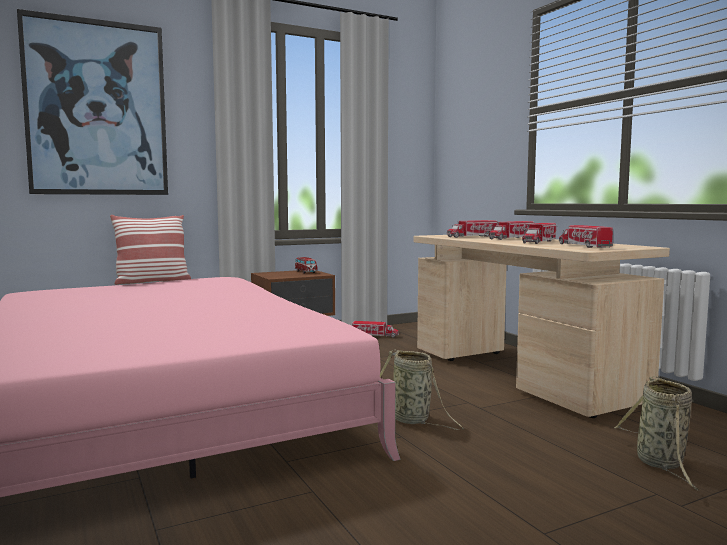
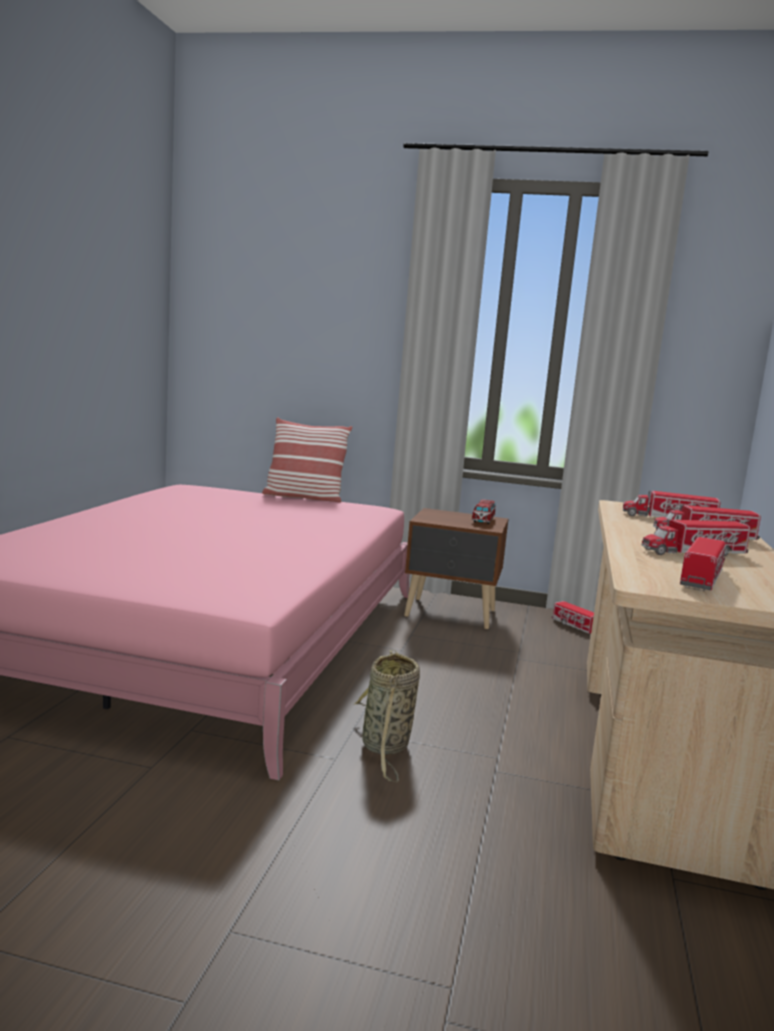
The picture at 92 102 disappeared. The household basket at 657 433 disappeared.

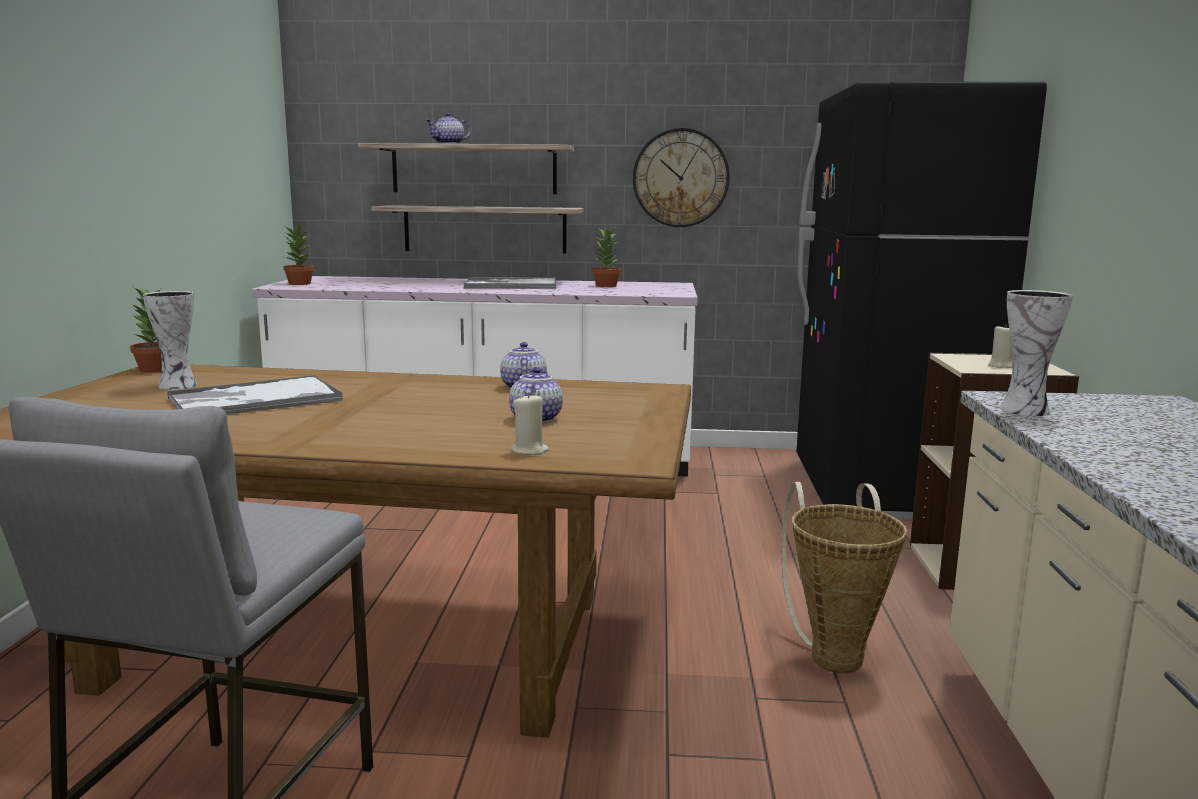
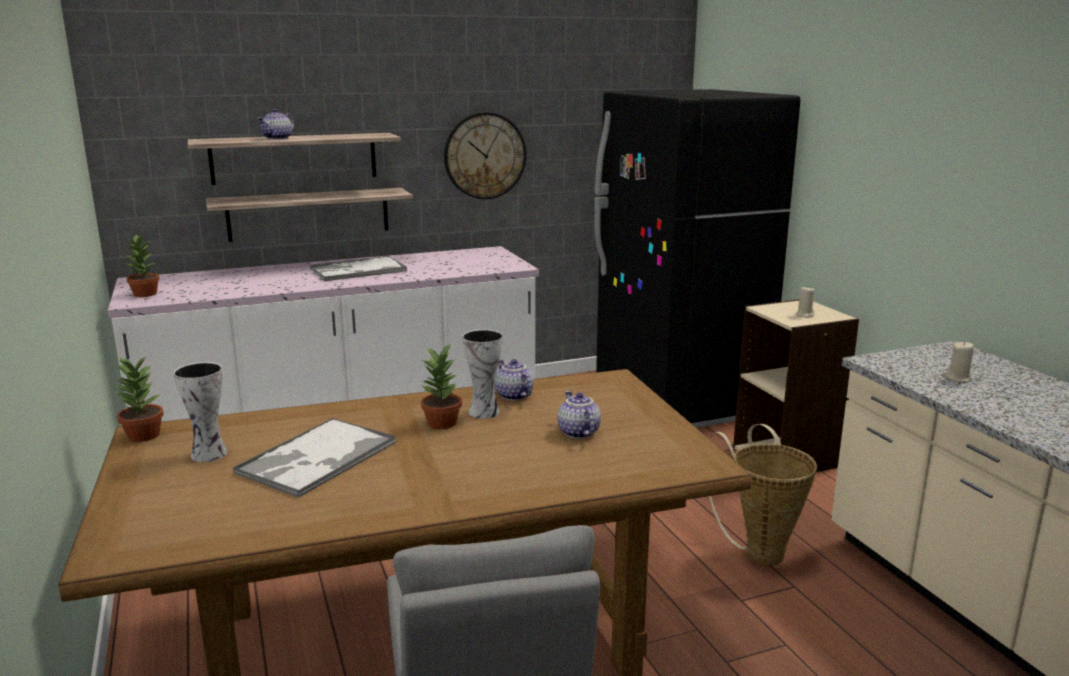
The potted plant moved from 606 257 to 441 386. The decorative vase moved from 1036 353 to 482 374. The candle in beige moved from 530 424 to 959 361.

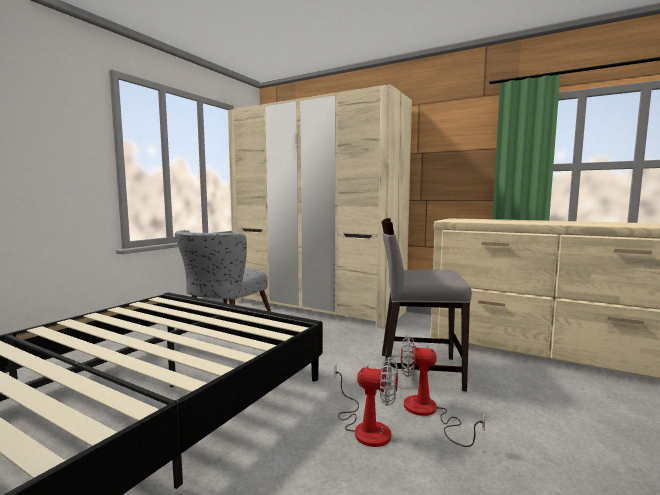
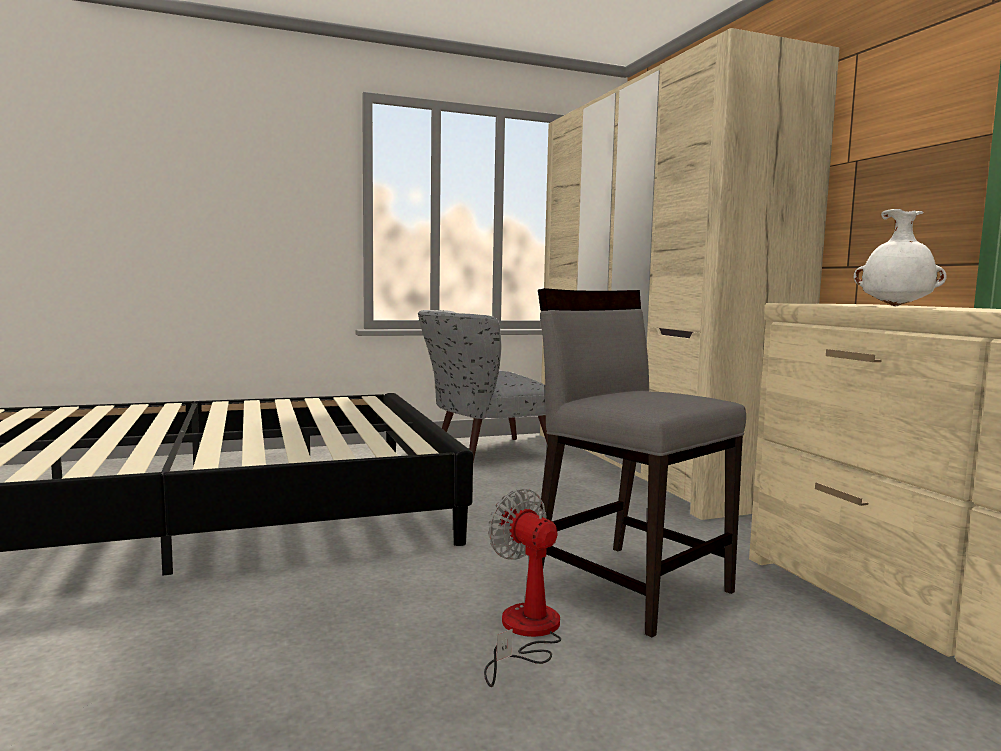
The decorative vase in white at 900 257 appeared. The fan at 366 402 disappeared.

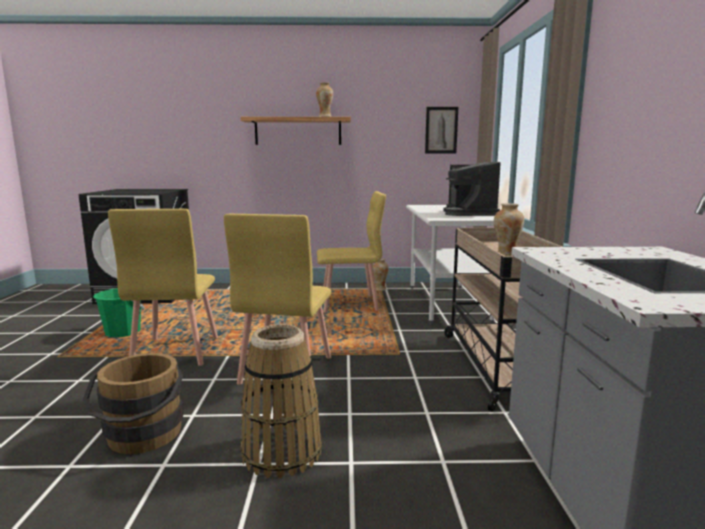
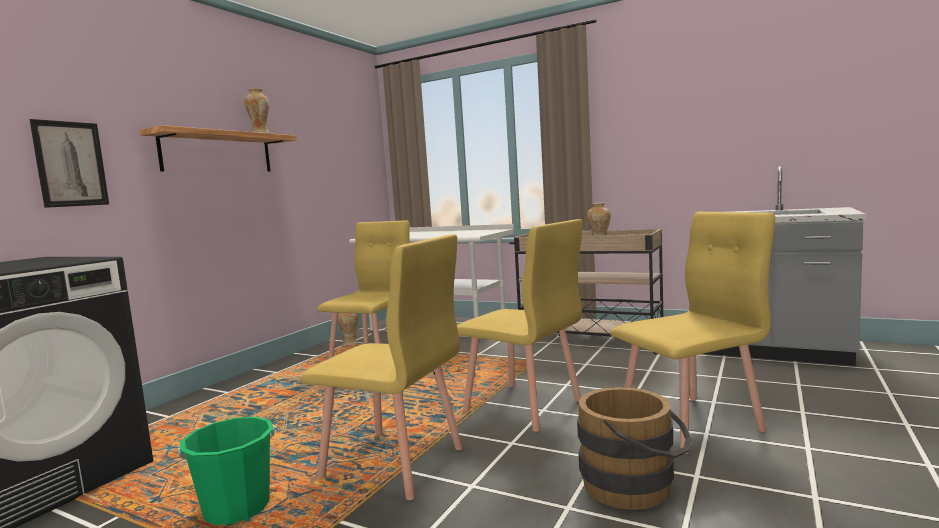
The picture moved from 441 130 to 69 163. The household basket at 281 401 was replaced by the upright chair in yellow at 692 333. The coffee maker at 472 189 disappeared.

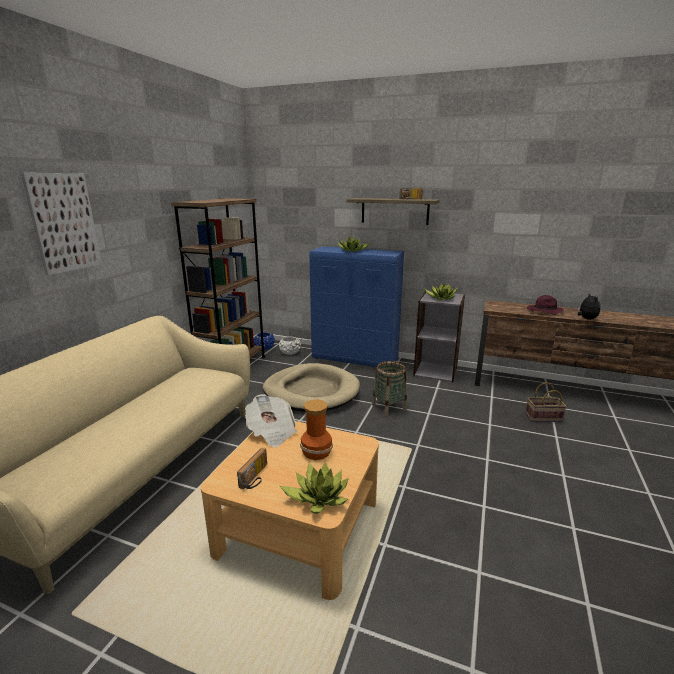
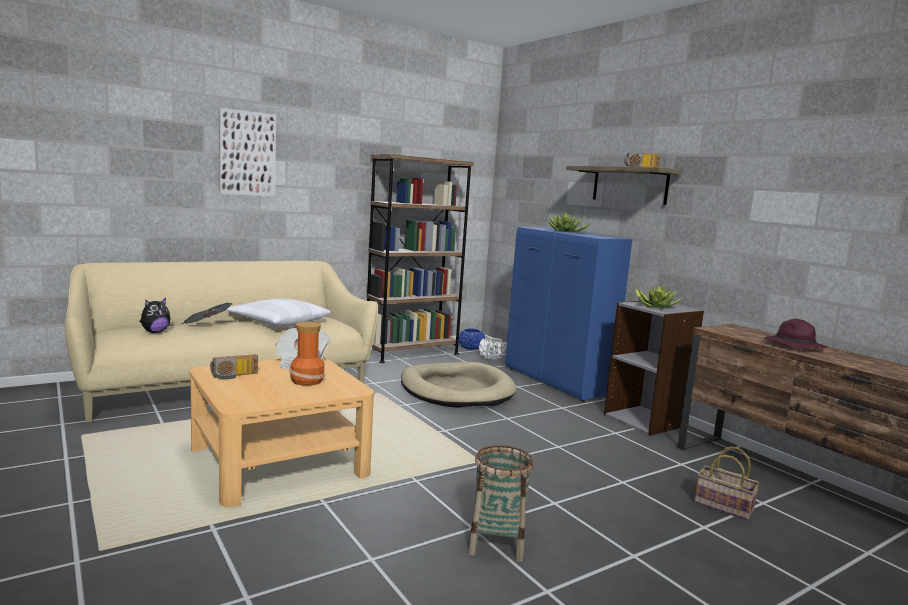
The soft toy moved from 588 306 to 155 315. The newspaper at 206 313 appeared. The cushion in white at 279 313 appeared. The household basket moved from 389 388 to 501 503. The potted plant at 314 488 disappeared.

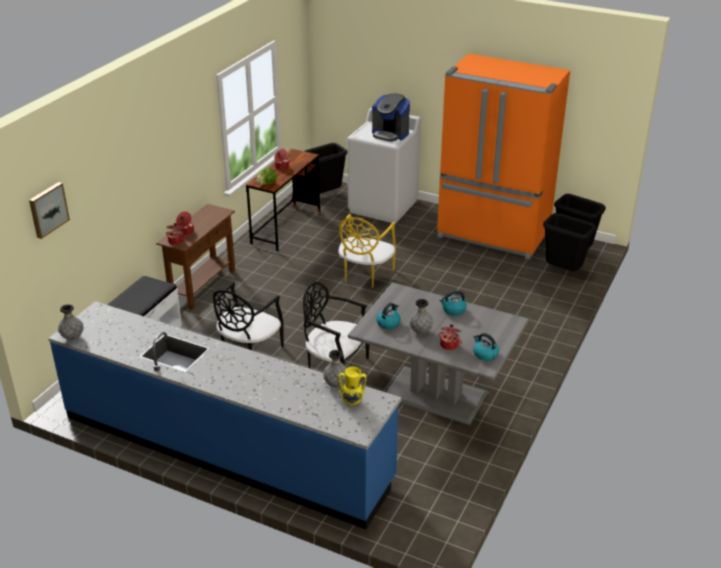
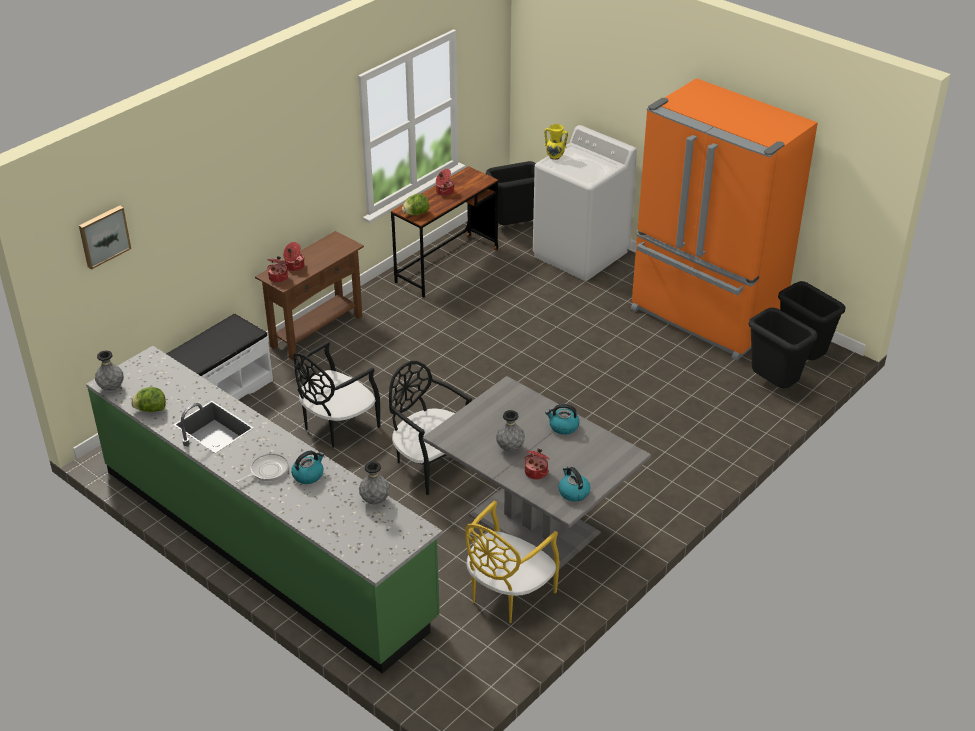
The kitchen counter in blue at 224 415 became the kitchen counter in greenish at 264 510. The lettuce head at 148 399 appeared. The skillet at 262 468 appeared. The tea kettle moved from 388 316 to 307 467. The upright chair in yellow moved from 367 251 to 512 561. The decorative vase in yellow moved from 352 386 to 556 142. The coffee maker at 391 118 disappeared.

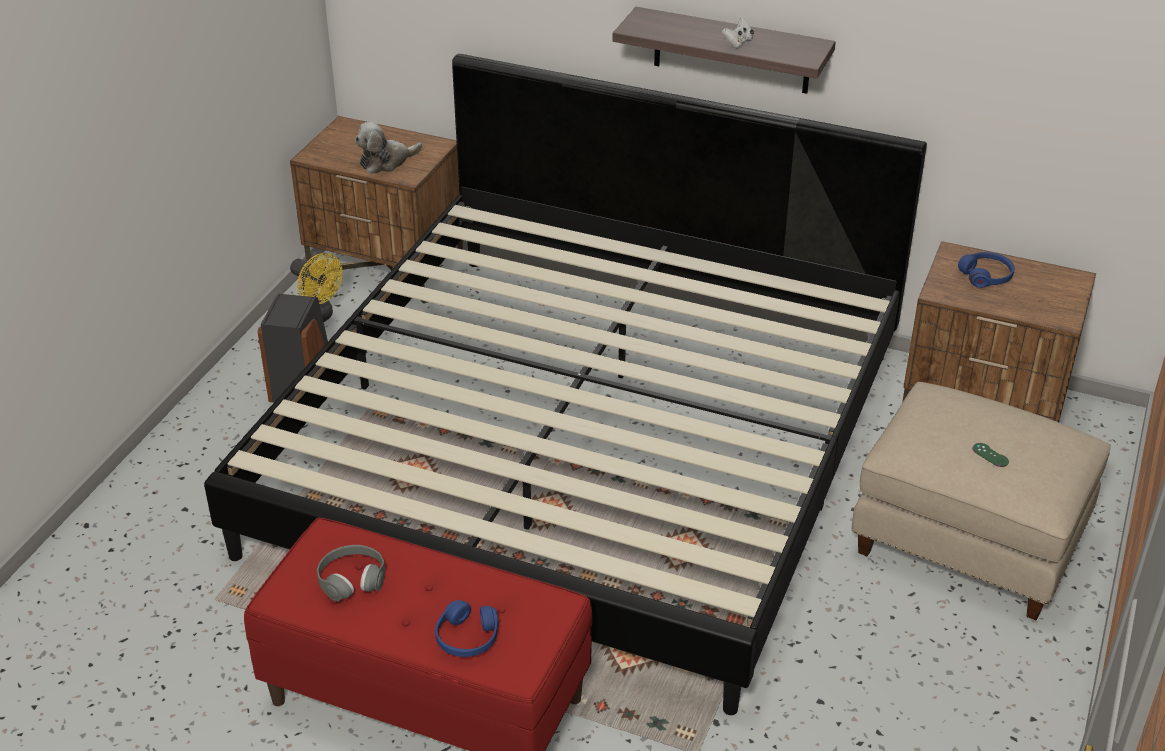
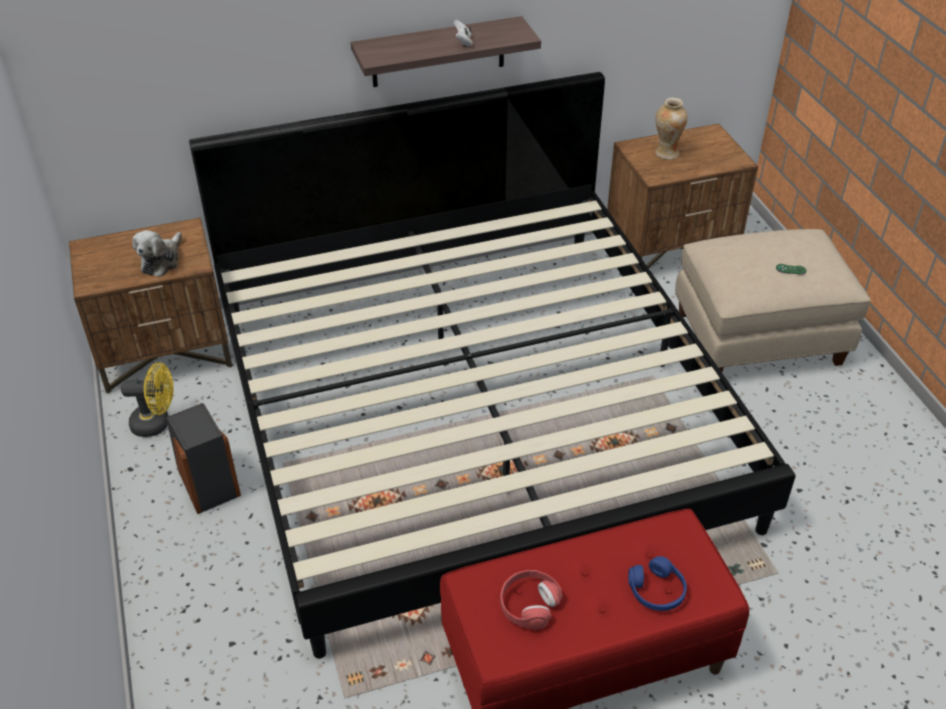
The headphones in greyish at 351 573 became the headphones in red at 531 600. The headphones in blue at 986 270 was replaced by the decorative vase at 671 128.

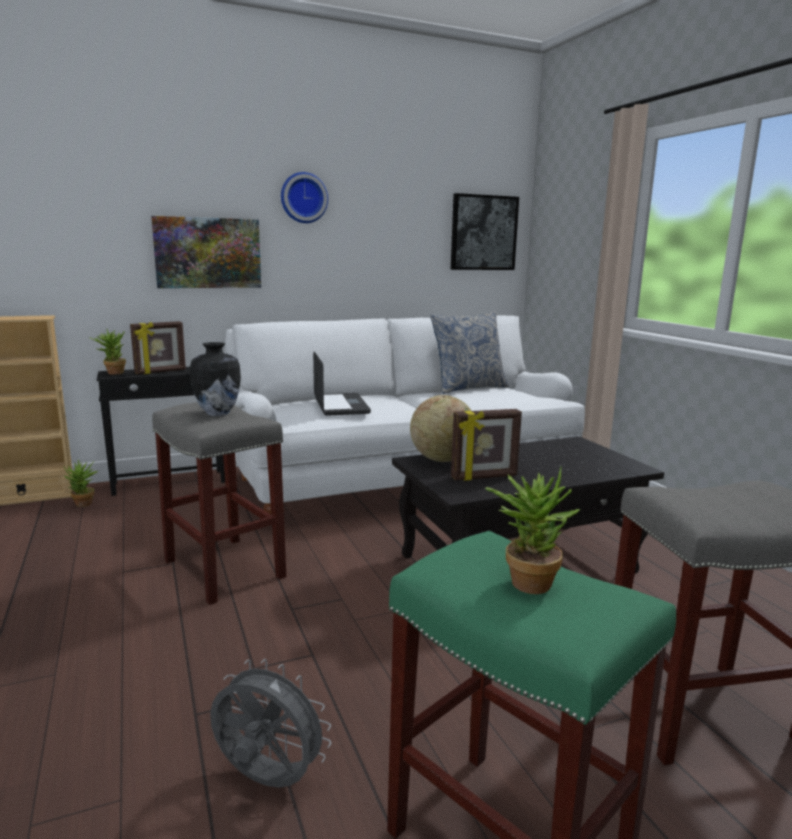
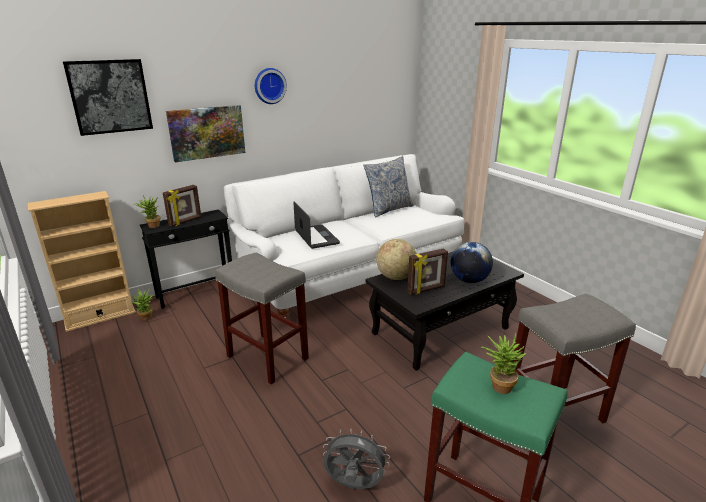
The picture moved from 485 231 to 108 97. The world globe at 472 262 appeared. The decorative vase at 215 379 disappeared.

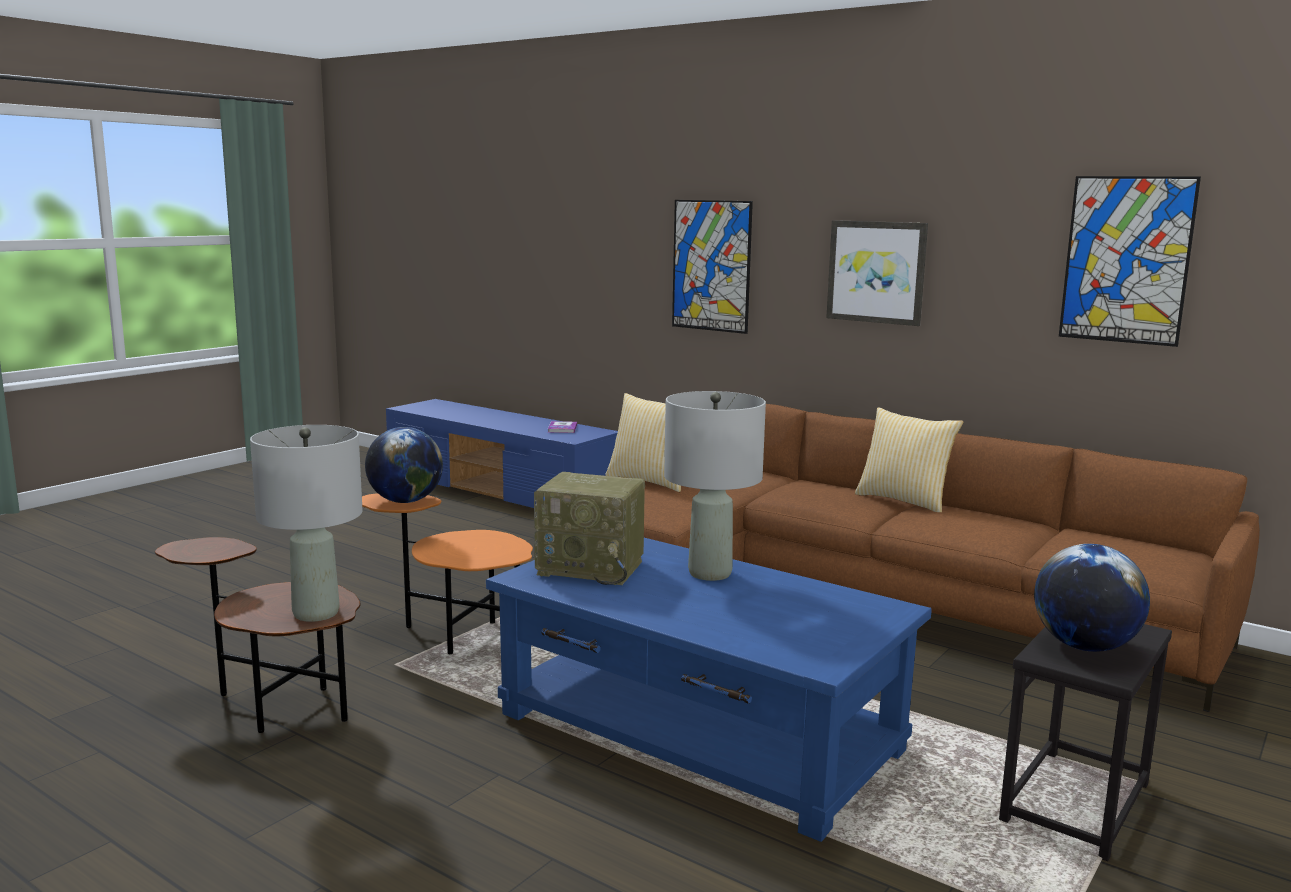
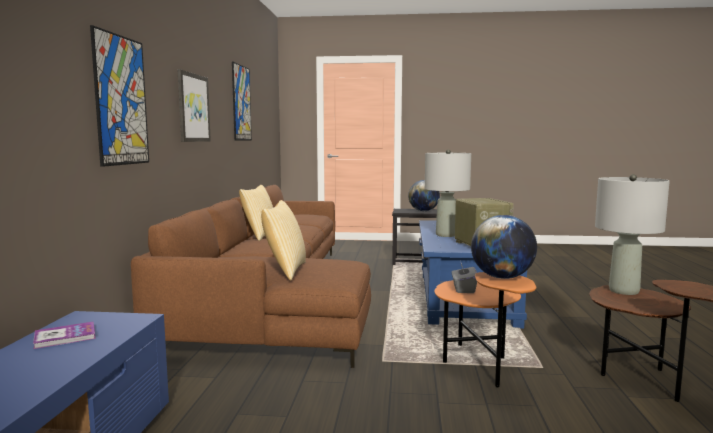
The tissue holder in greyish at 464 278 appeared.

